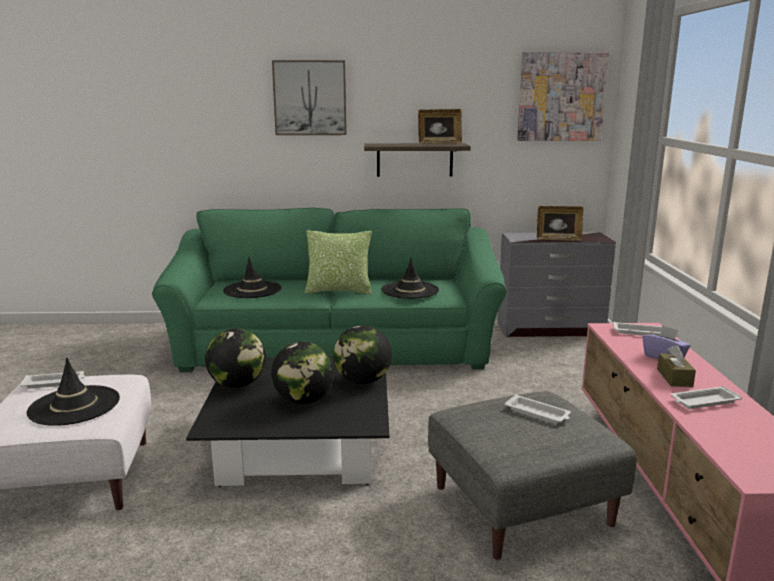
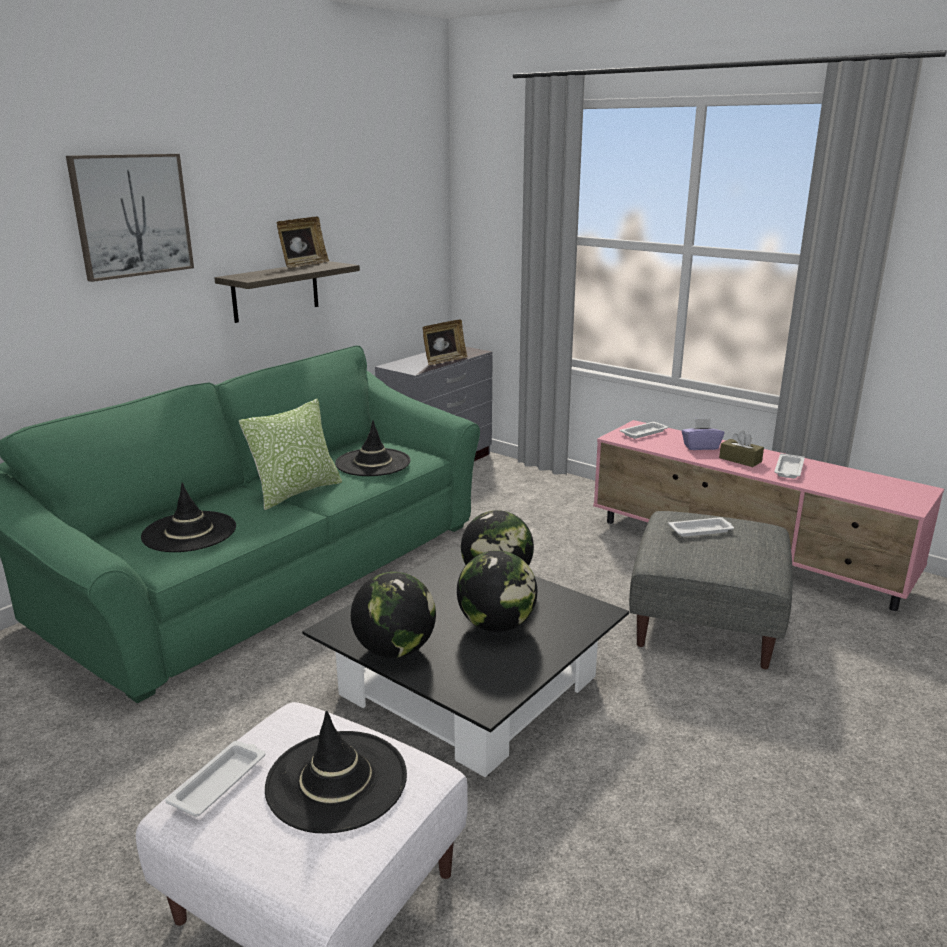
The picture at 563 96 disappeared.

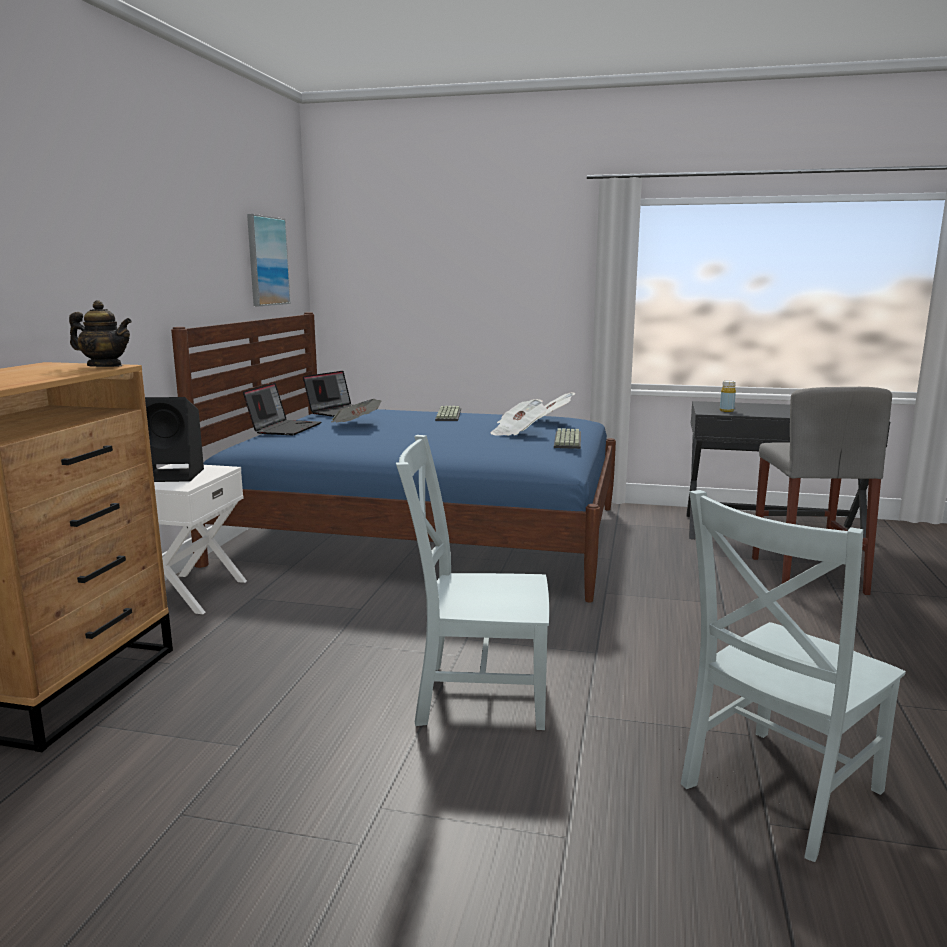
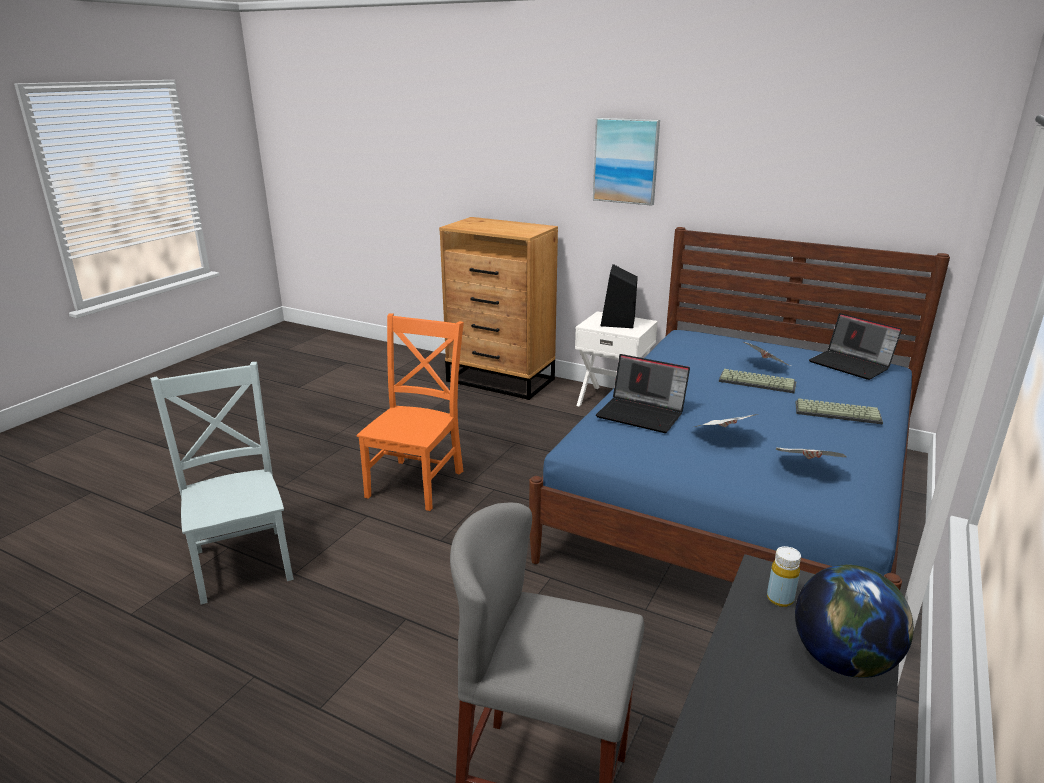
The upright chair in greyish at 472 582 became the upright chair in orangey at 410 412. The picture moved from 269 260 to 626 162. The portable computer moved from 282 409 to 643 393. The computer keyboard moved from 567 438 to 757 381. The world globe at 854 621 appeared. The tea pot at 100 333 disappeared.

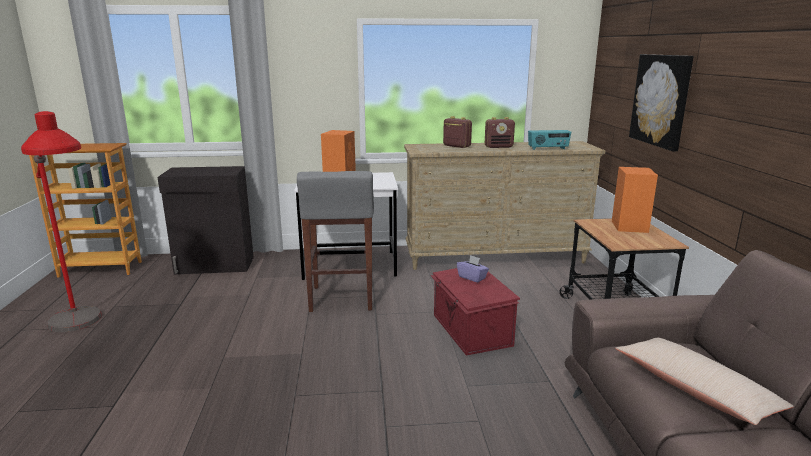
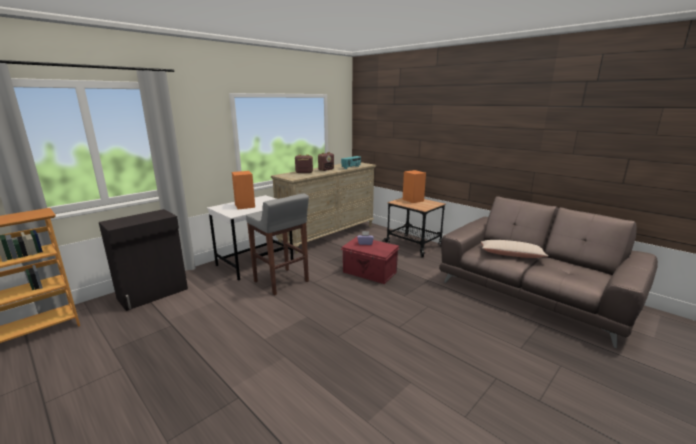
The floor lamp in red at 61 221 disappeared. The picture at 661 102 disappeared.

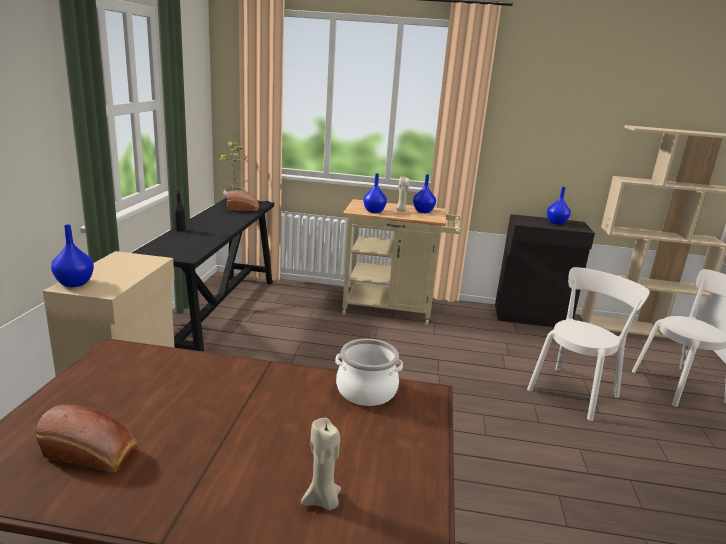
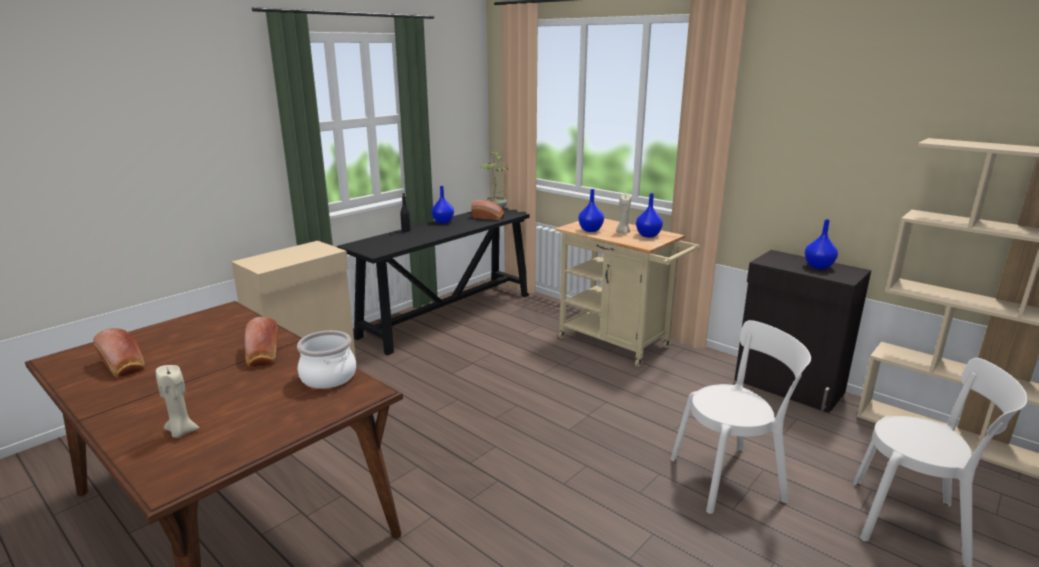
The bread at 261 342 appeared. The decorative vase in blue moved from 72 255 to 443 205.

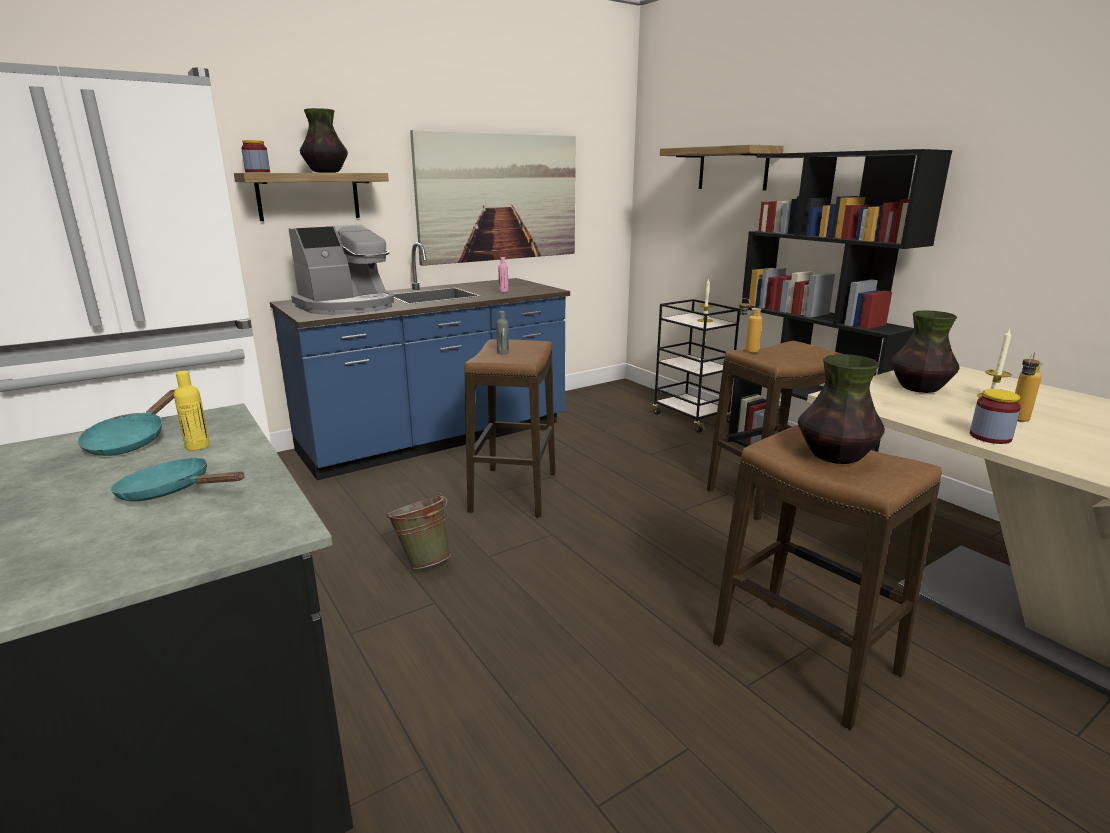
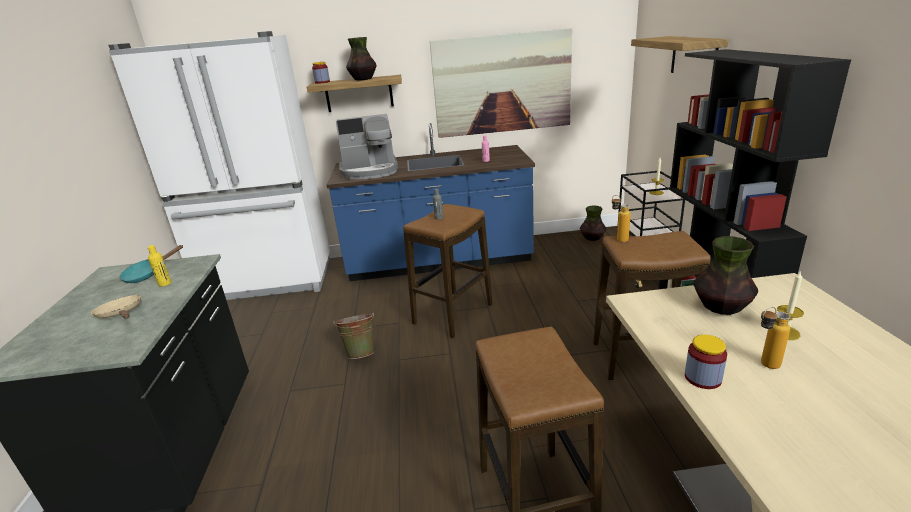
The skillet in turquoise-coloured at 177 479 became the skillet in beige at 116 307. The decorative vase moved from 841 409 to 593 223.

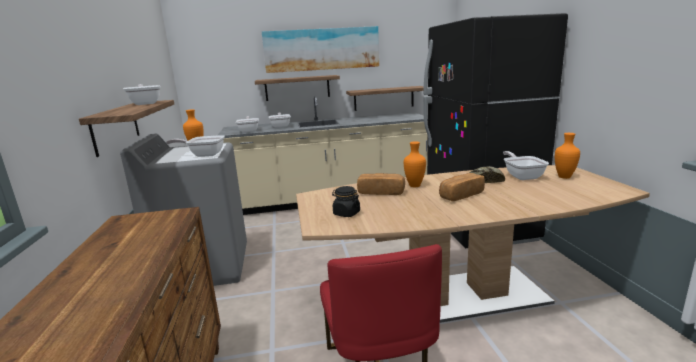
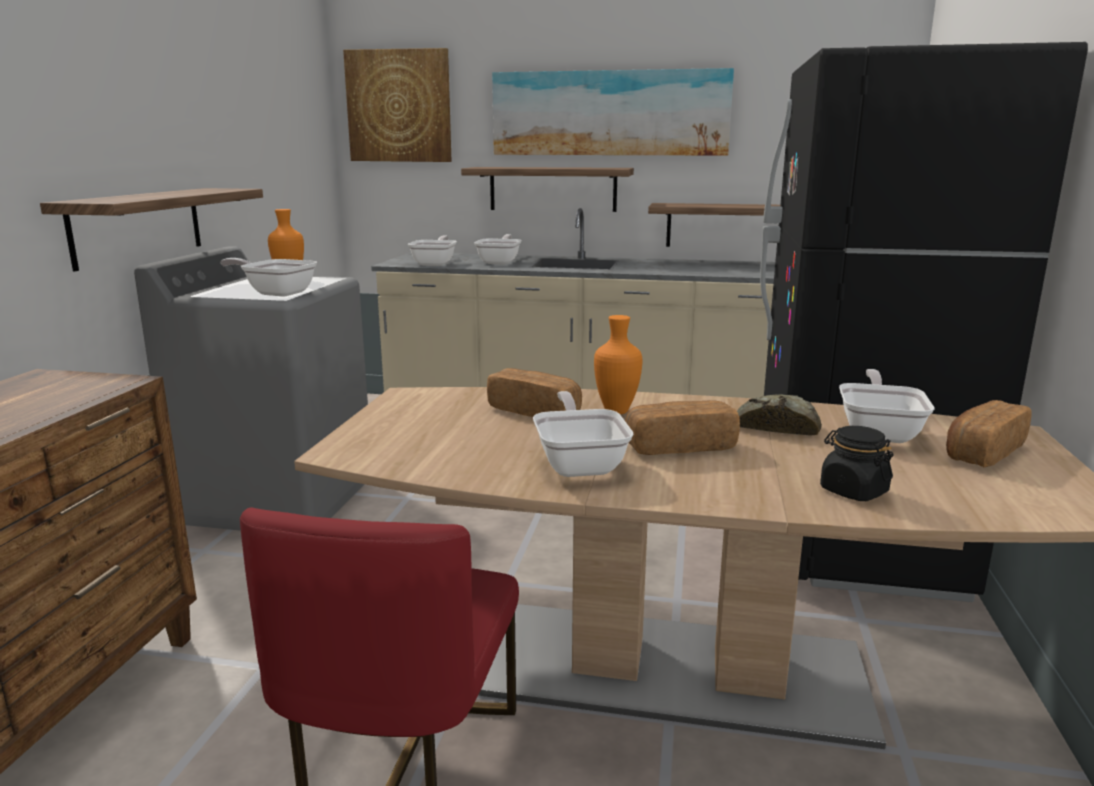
The picture at 397 105 appeared. The skillet moved from 142 94 to 583 434. The storage jar in black-coloured moved from 346 201 to 856 463. The decorative vase in orangey at 567 156 was replaced by the bread at 989 433.

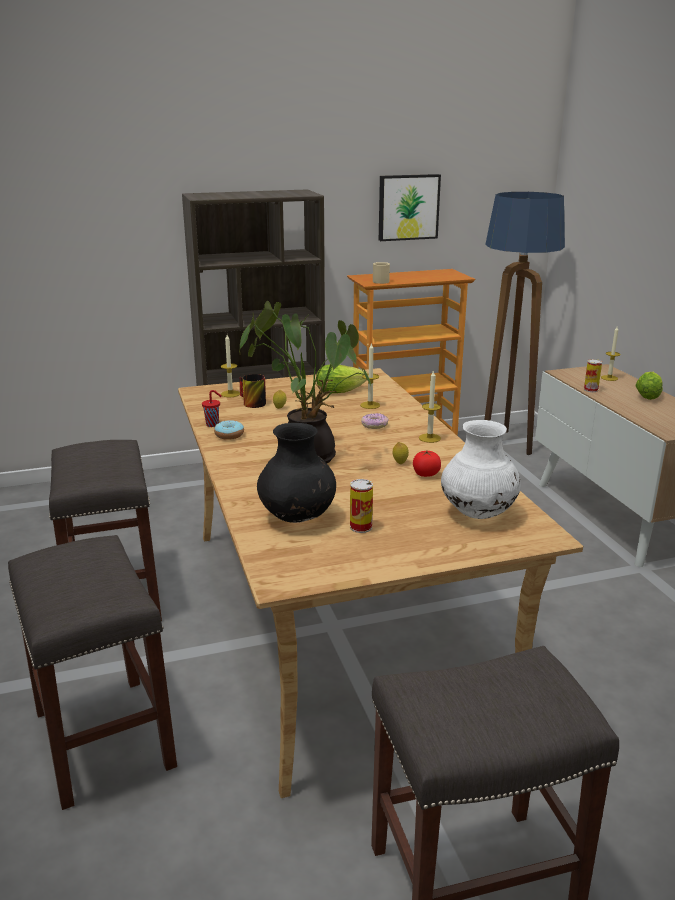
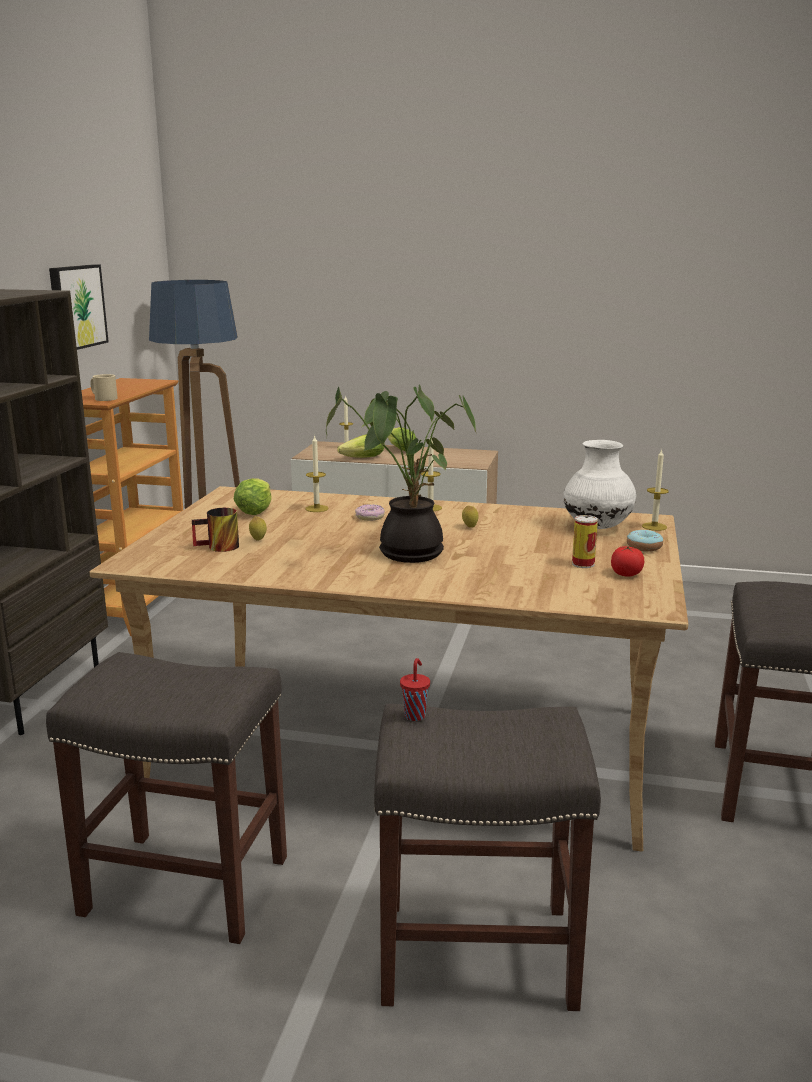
The can at 593 375 was replaced by the lettuce head at 360 446. The drinking cup in red moved from 211 408 to 415 689. The fresh tomato moved from 427 463 to 627 561. The ring doughnut moved from 229 430 to 645 541. The candle moved from 230 365 to 655 490. The decorative vase in black-coloured at 296 473 disappeared.

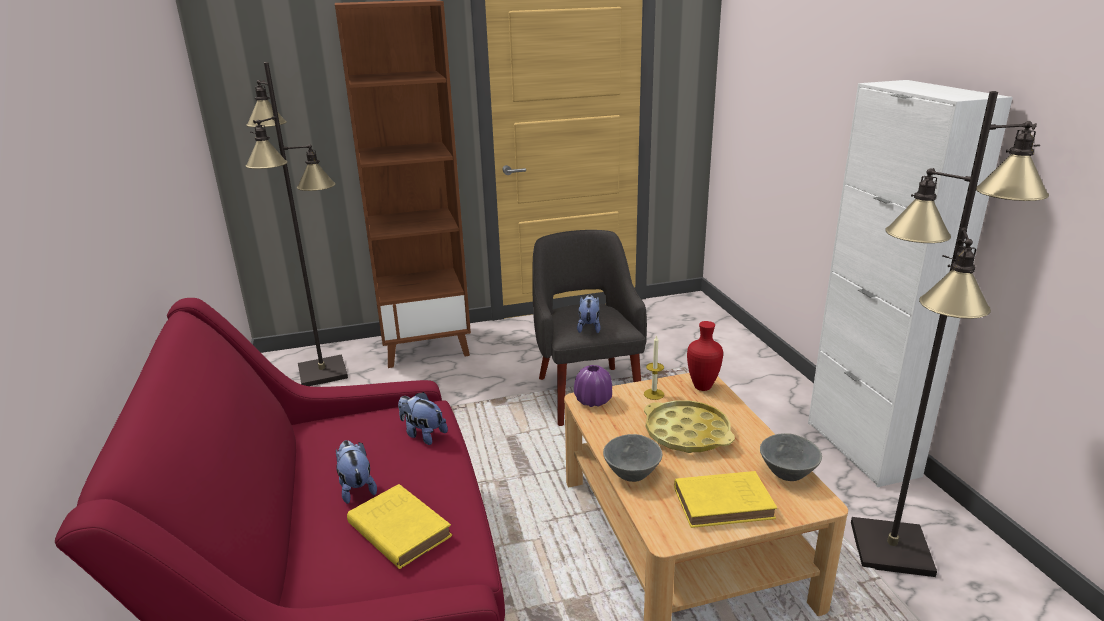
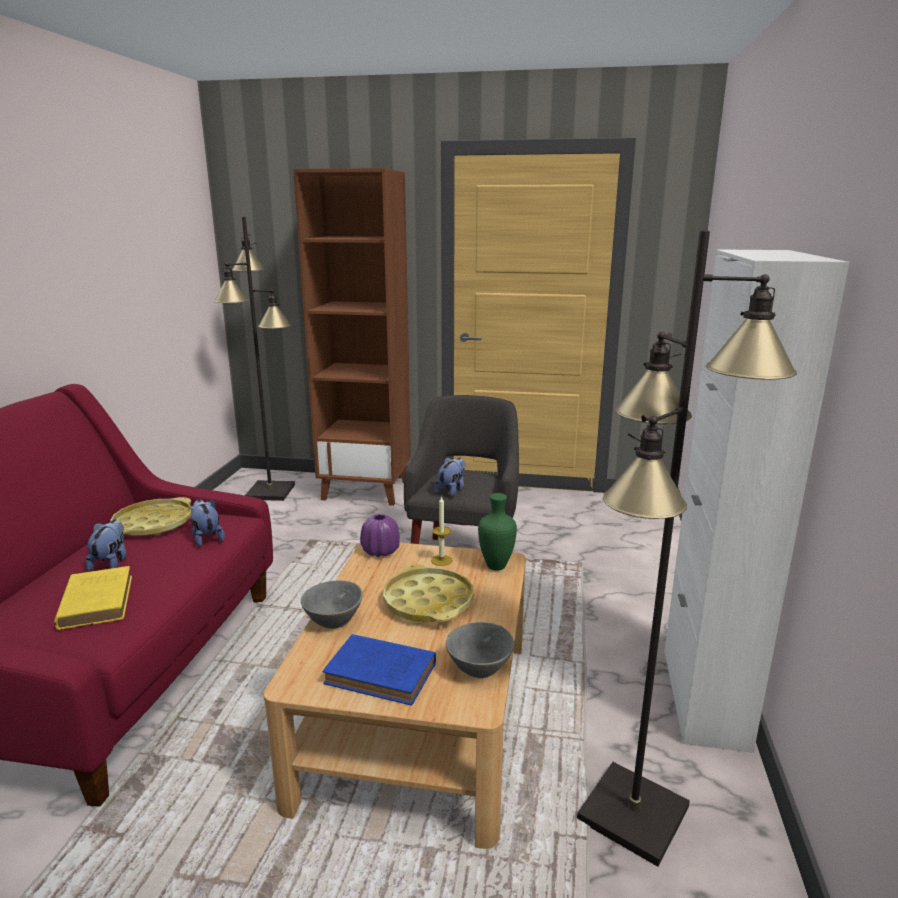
The serving tray in yellow at 150 516 appeared. The volume in yellow at 725 499 became the volume in blue at 379 670. The decorative vase in red at 705 356 became the decorative vase in greenish at 497 532.

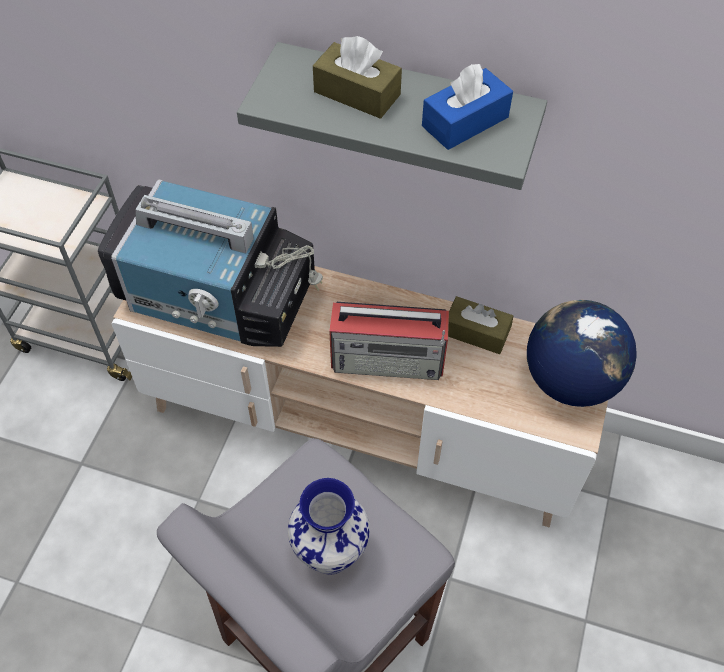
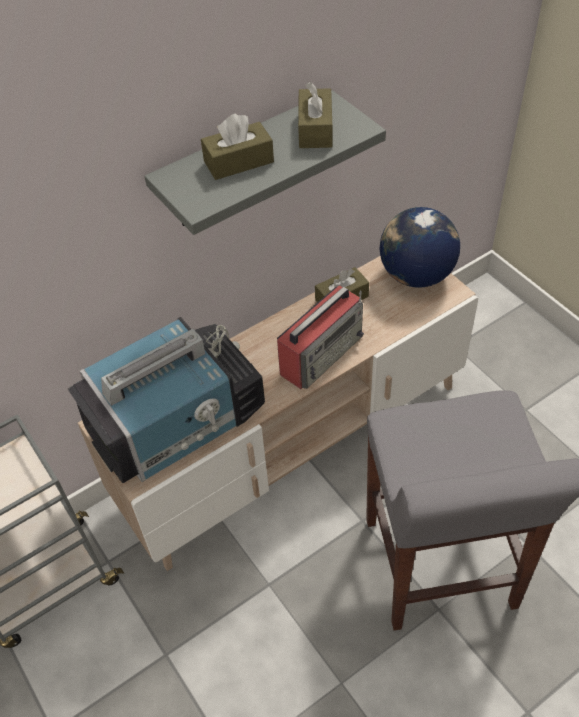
The tissue holder in blue at 467 107 became the tissue holder in brownish at 315 115. The decorative vase at 329 526 disappeared.

